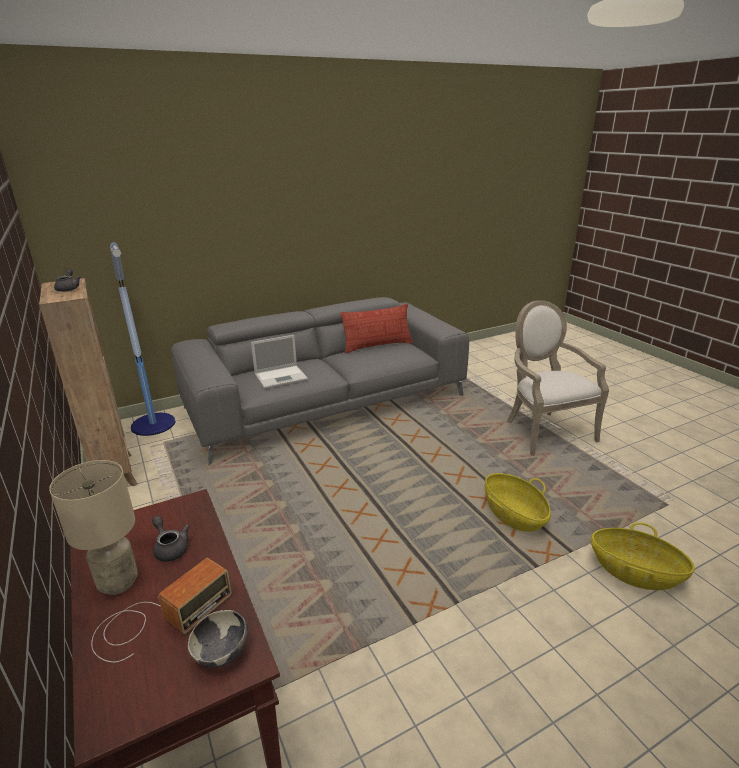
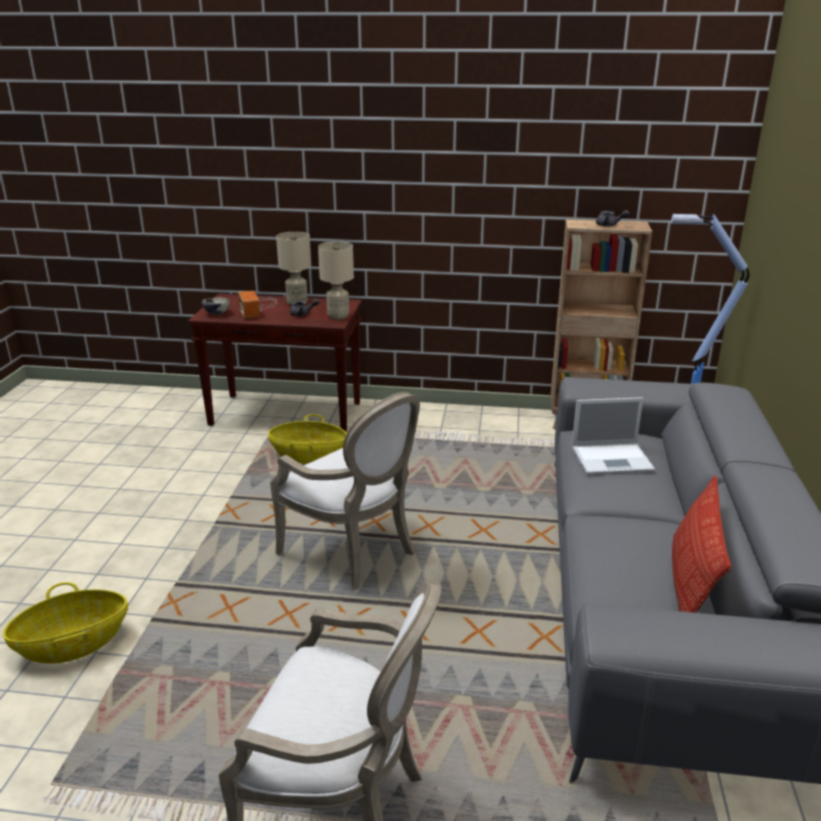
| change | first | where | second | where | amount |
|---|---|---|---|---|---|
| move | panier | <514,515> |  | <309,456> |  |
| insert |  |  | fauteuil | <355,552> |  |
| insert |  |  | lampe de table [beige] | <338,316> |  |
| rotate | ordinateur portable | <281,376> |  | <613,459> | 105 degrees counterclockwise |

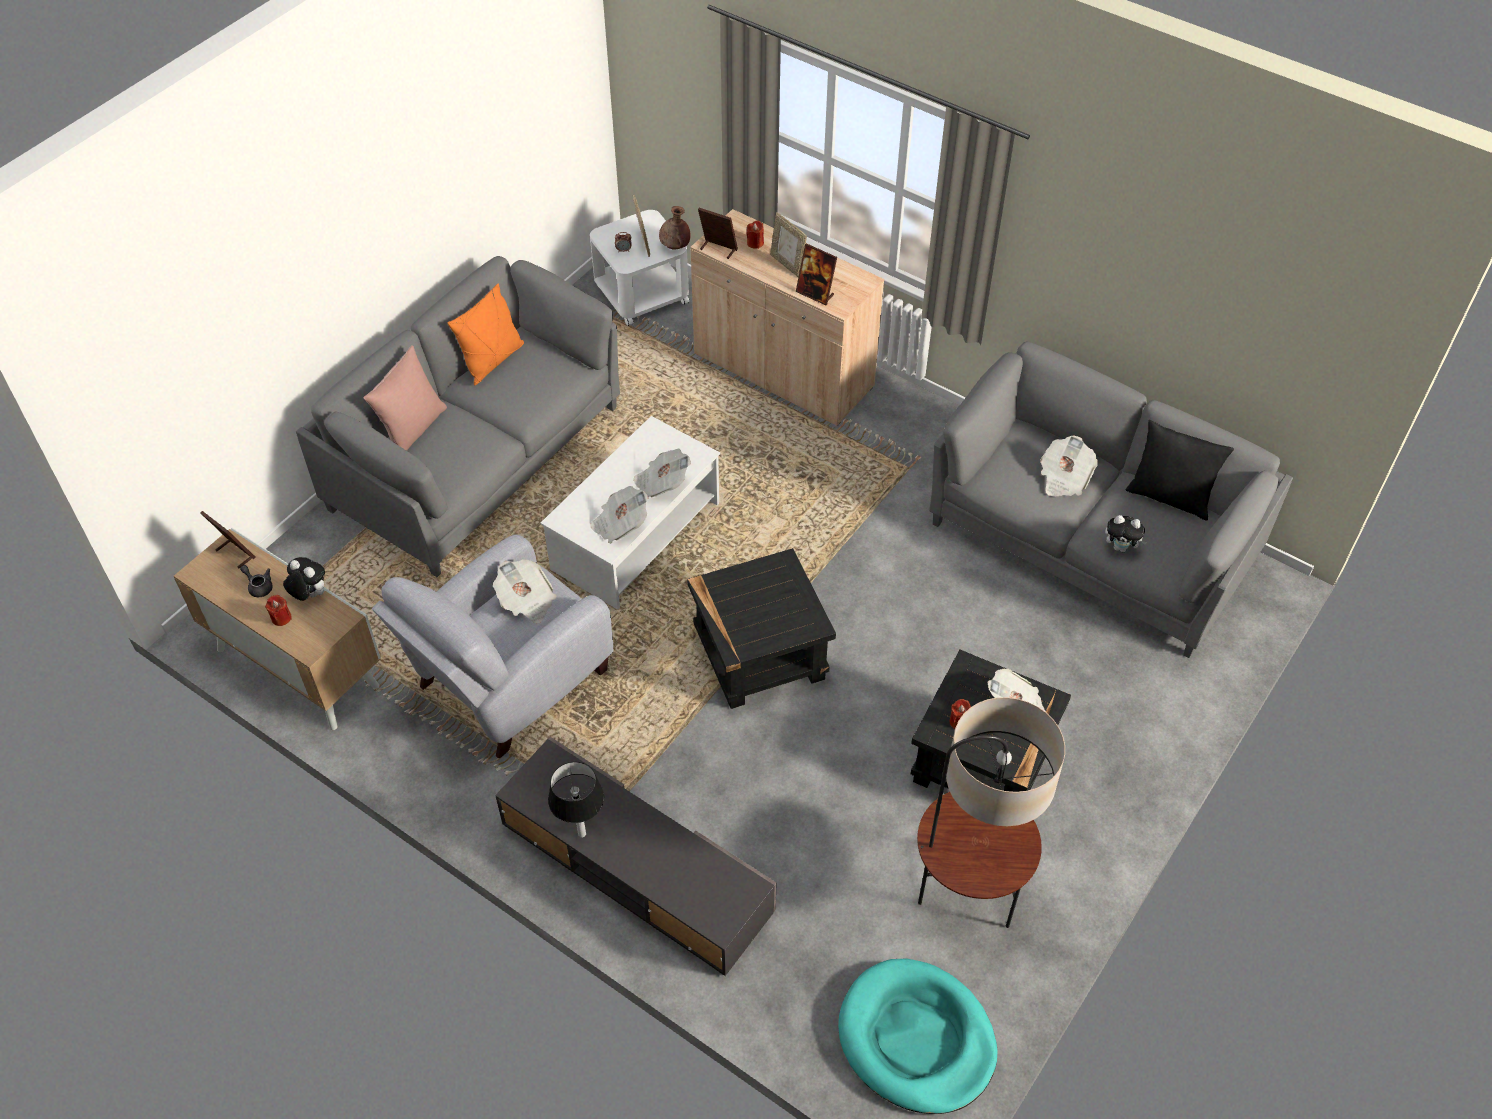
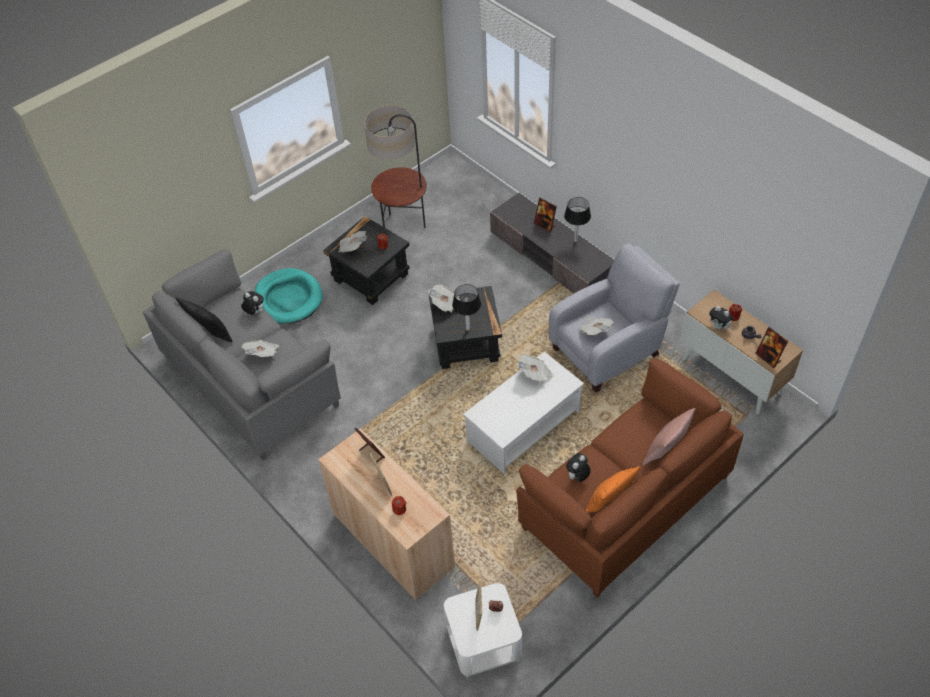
| change | first | where | second | where | amount |
|---|---|---|---|---|---|
| move | panier pour chien [turquoise] | <916,1039> |  | <288,298> |  |
| move | journal | <661,483> |  | <446,305> |  |
| insert |  |  | lampe de table | <468,328> |  |
| recolor | canapé [gris] | <477,459> | canapé [marron] | <624,501> |  |
| move | cadre photo | <718,249> |  | <544,225> |  |
| insert |  |  | peluche | <577,477> |  |
| delete | vase [marron] | <675,247> |  |  |  |

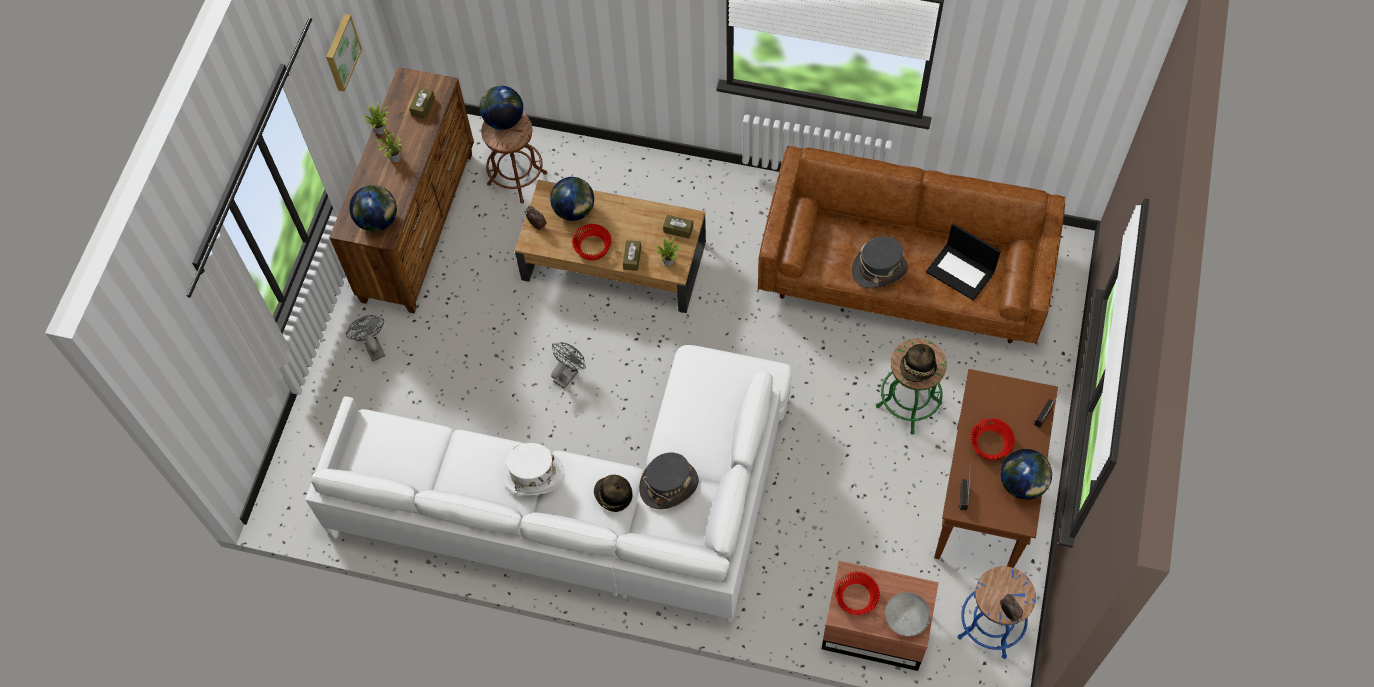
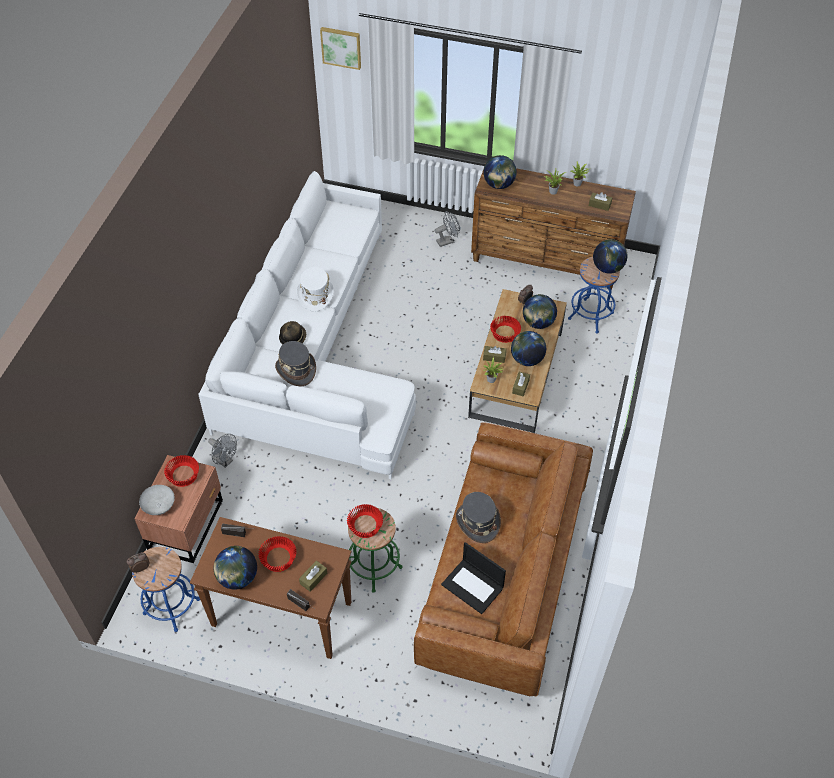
| change | first | where | second | where | amount |
|---|---|---|---|---|---|
| move | ventilateur [gris] | <568,374> |  | <225,461> |  |
| insert |  |  | boîte à mouchoirs [marron] | <313,578> |  |
| move | tableau | <341,52> |  | <341,47> |  |
| replace | chapeau | <917,369> | bol [rouge] | <365,526> |  |
| rotate | ordinateur portable | <961,272> |  | <473,586> | 90 degrees counterclockwise |
| insert |  |  | globe | <527,359> |  |
| recolor | tabouret [marron] | <517,178> | tabouret [bleu] | <591,315> |  |

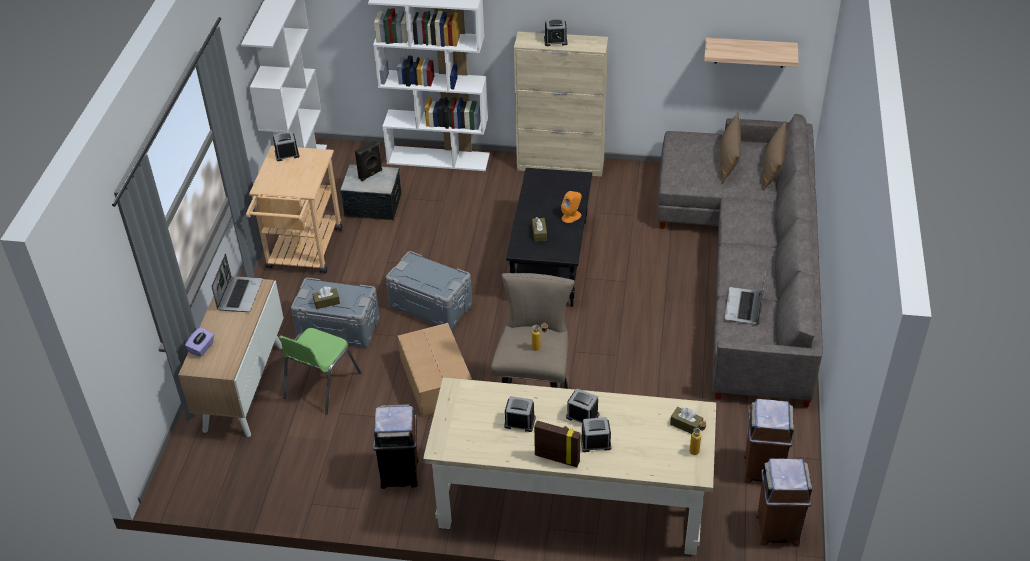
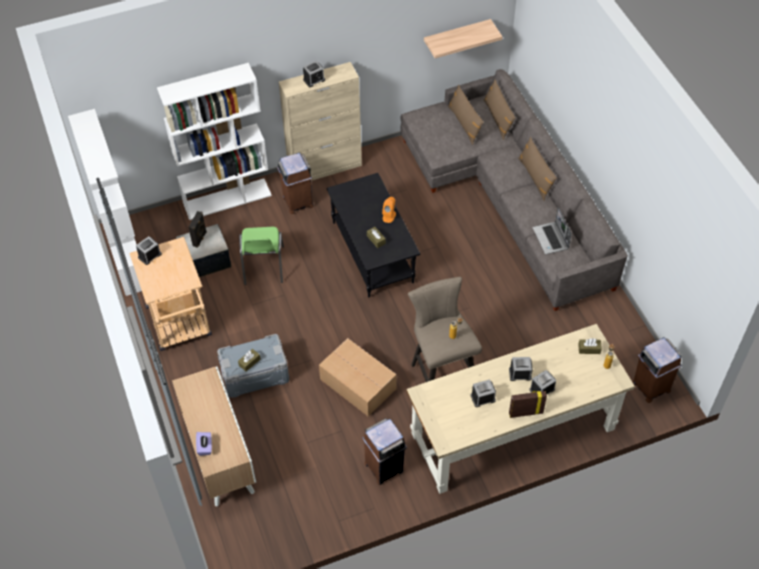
| change | first | where | second | where | amount |
|---|---|---|---|---|---|
| move | chaise [vert] | <320,386> |  | <263,266> |  |
| move | poubelle [marron] | <763,469> |  | <297,201> |  |
| insert |  |  | coussin [marron] | <535,177> |  |
| delete | ordinateur portable | <239,294> |  |  |  |
| delete | boîte de rangement [gris] | <431,305> |  |  |  |

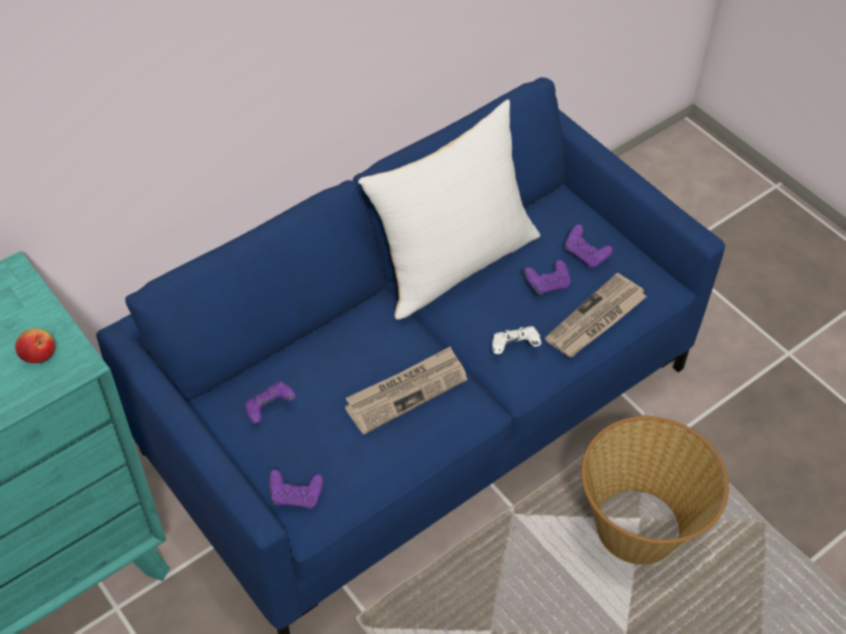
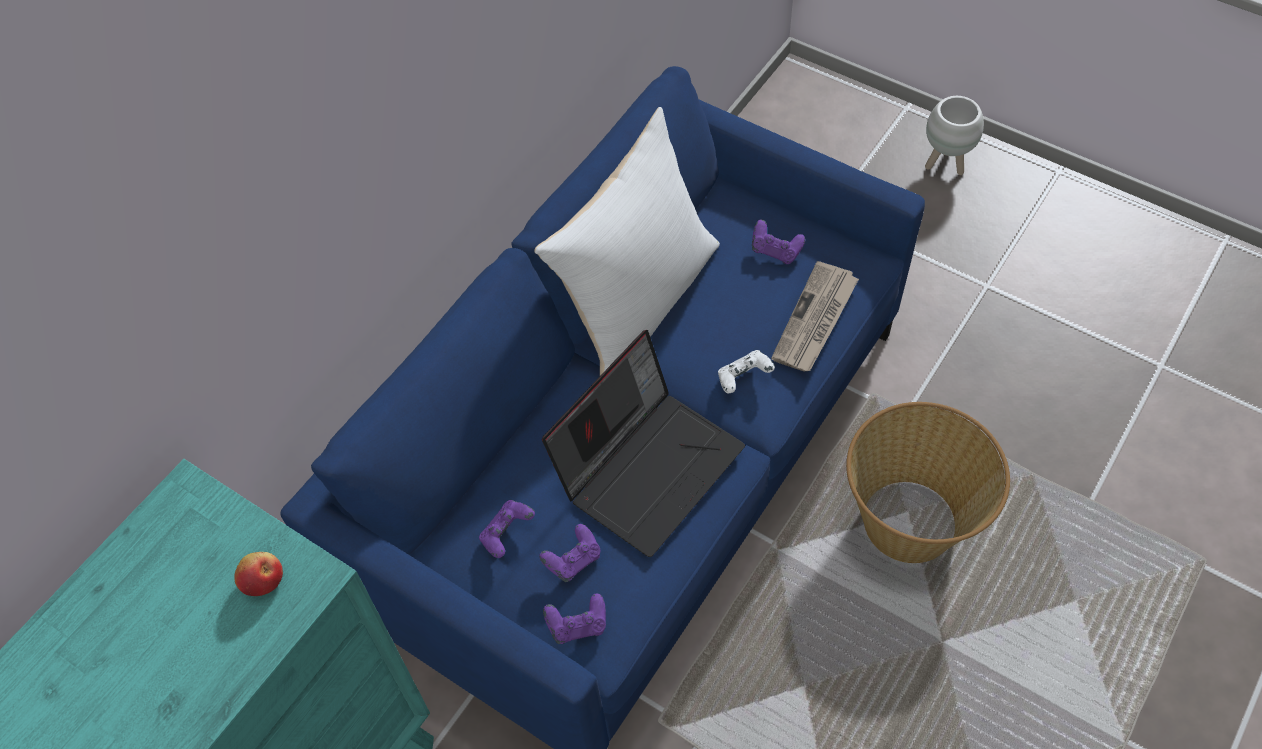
| change | first | where | second | where | amount |
|---|---|---|---|---|---|
| move | manette [violet] | <547,285> |  | <573,560> |  |
| replace | journal | <406,391> | ordinateur portable | <648,465> |  |
| insert |  |  | cache-pot [blanc] | <945,164> |  |

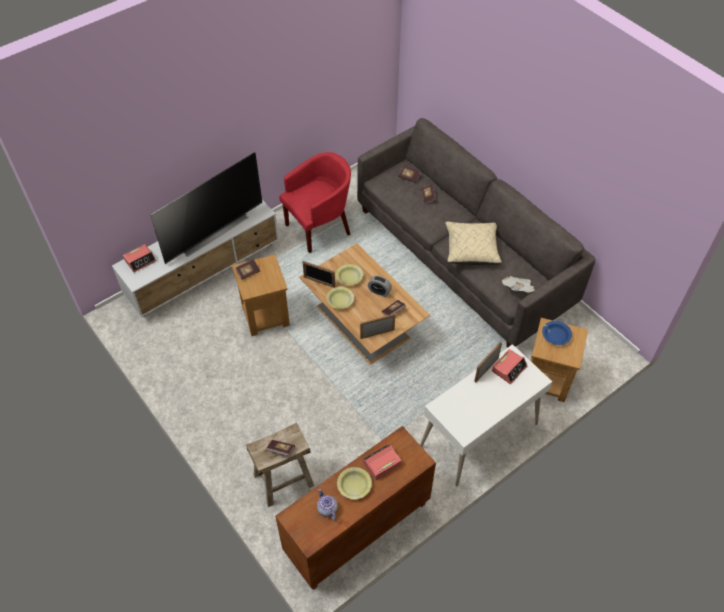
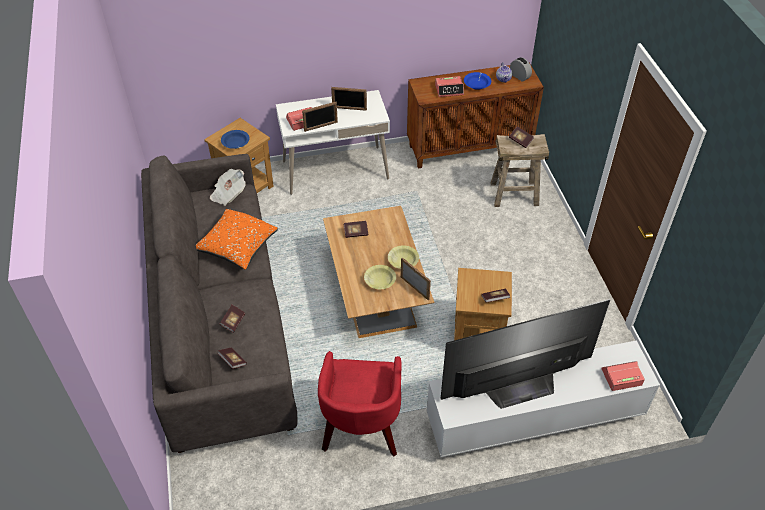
| change | first | where | second | where | amount |
|---|---|---|---|---|---|
| recolor | coussin [beige] | <471,249> | coussin [orange] | <237,247> |  |
| rotate | fauteuil [rouge] | <319,227> |  | <361,428> | 75 degrees counterclockwise |
| move | cadre photo | <377,333> |  | <349,108> |  |
| recolor | bol [jaune] | <354,485> | bol [bleu] | <477,84> |  |
| move | réveil | <379,291> |  | <519,76> |  |

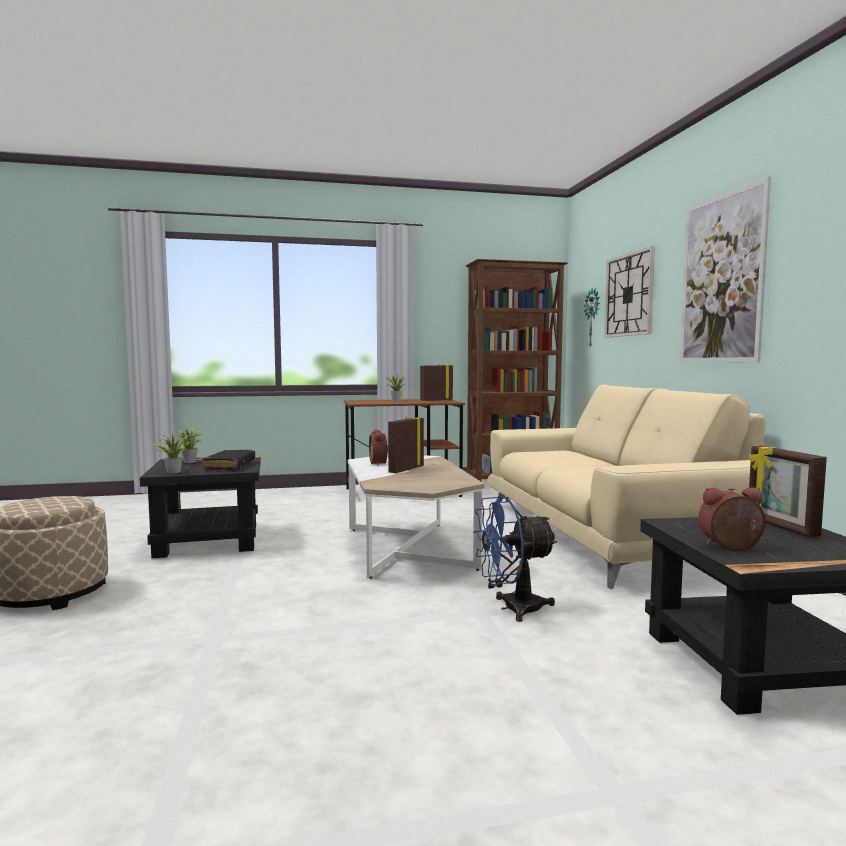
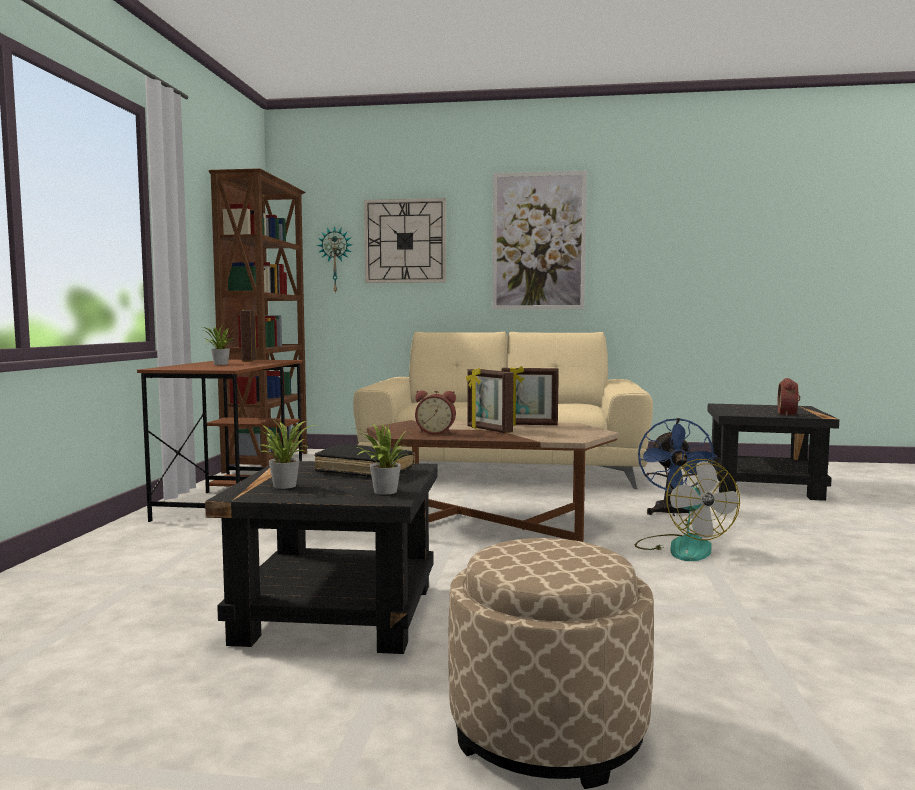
| change | first | where | second | where | amount |
|---|---|---|---|---|---|
| recolor | table basse [blanc] | <409,548> | table basse [marron] | <489,522> |  |
| move | cadre photo | <780,527> |  | <529,425> |  |
| insert |  |  | ventilateur | <682,547> |  |

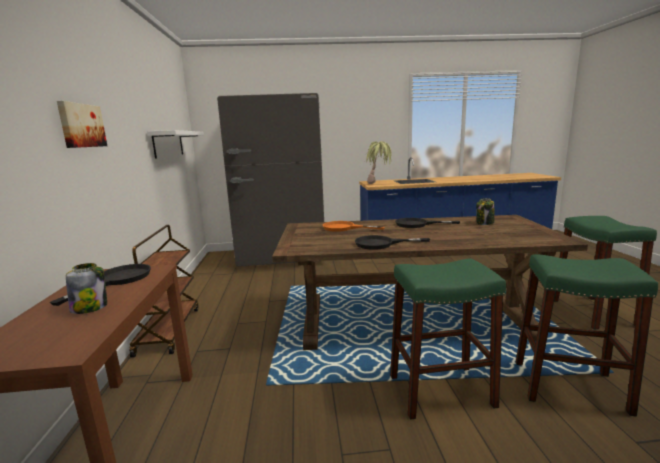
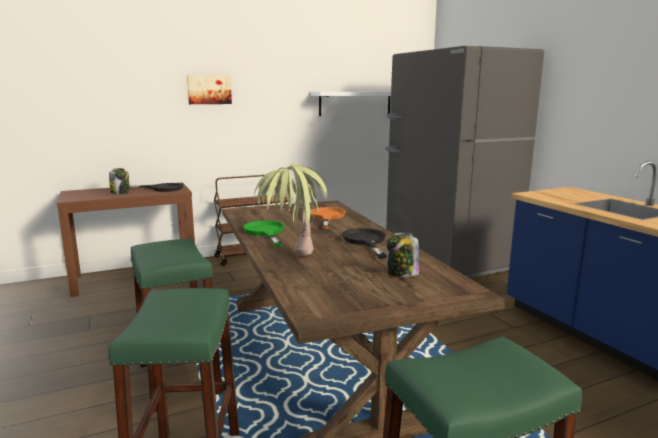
| change | first | where | second | where | amount |
|---|---|---|---|---|---|
| recolor | poêle [noir] | <381,244> | poêle [vert] | <265,232> |  |
| move | plante en pot | <378,184> |  | <292,262> |  |

